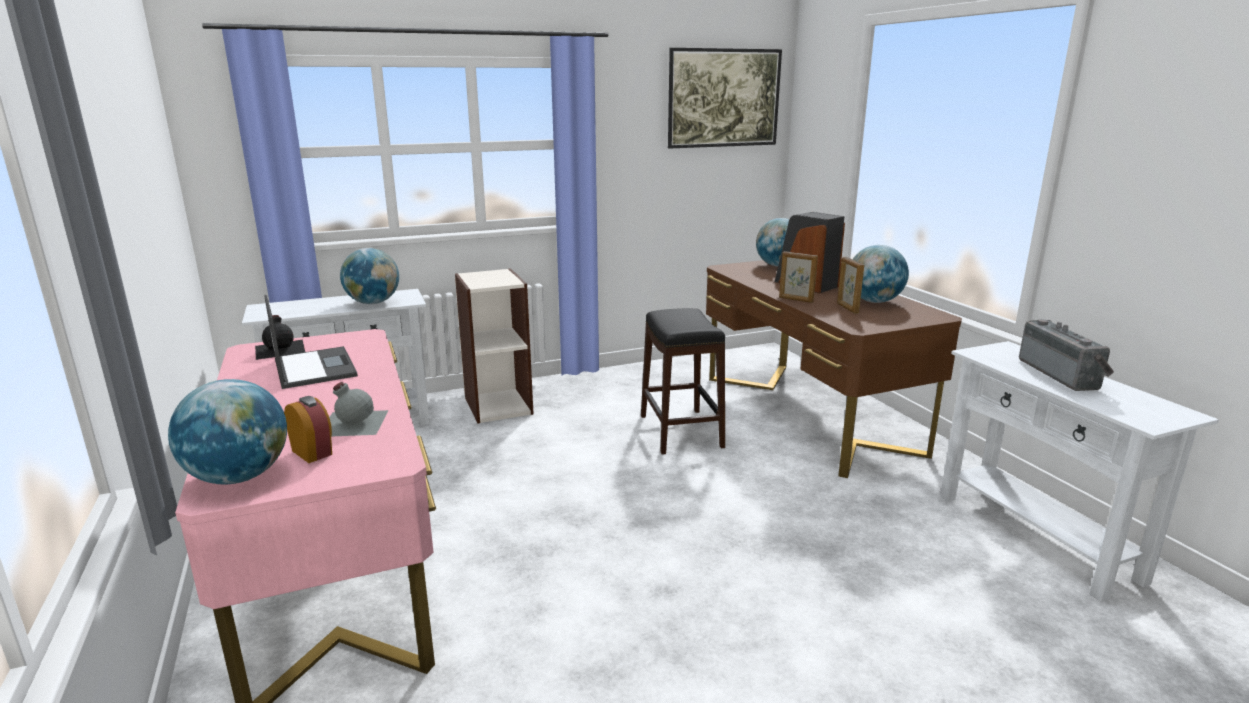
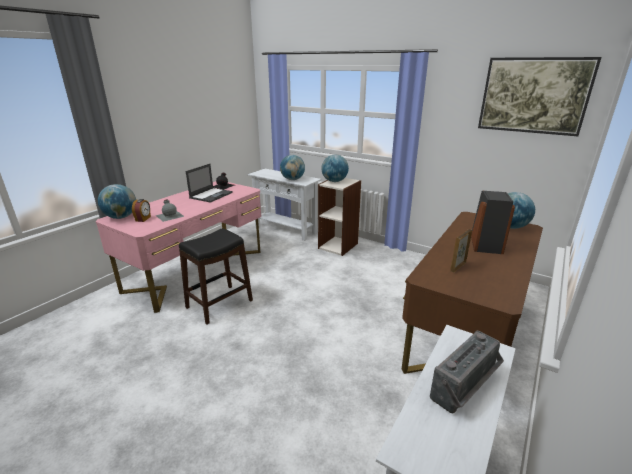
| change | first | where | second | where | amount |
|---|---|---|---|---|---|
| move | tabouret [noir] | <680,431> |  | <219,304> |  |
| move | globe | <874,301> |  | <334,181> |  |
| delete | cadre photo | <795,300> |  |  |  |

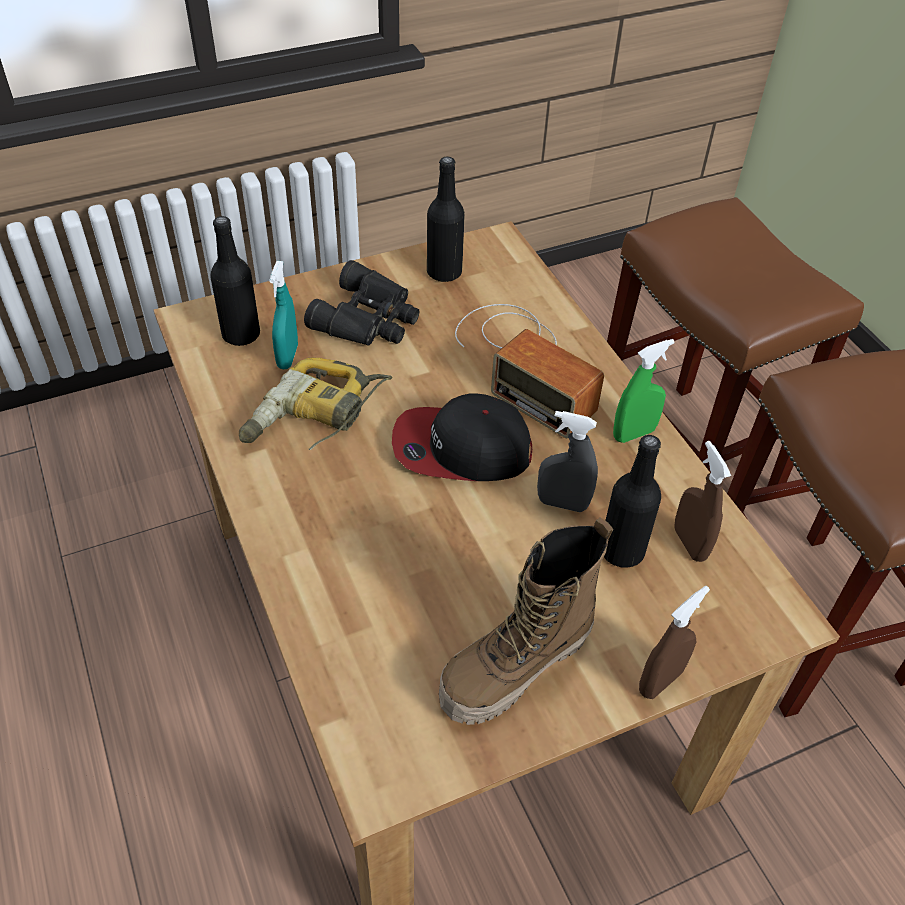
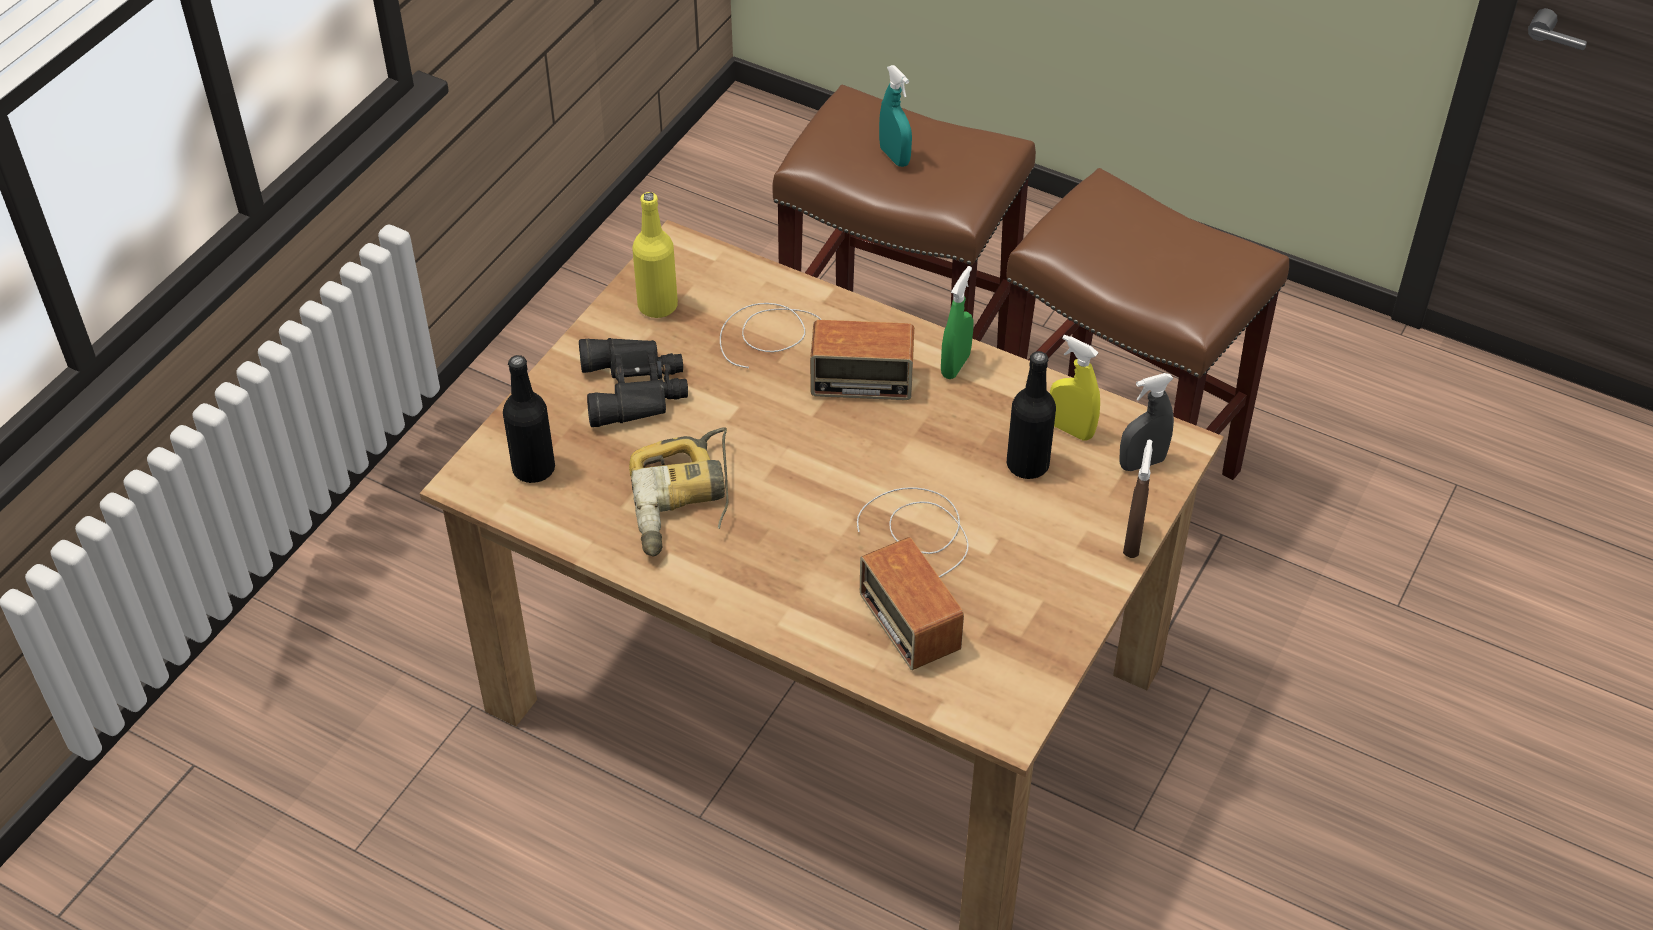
| change | first | where | second | where | amount |
|---|---|---|---|---|---|
| recolor | bouteille [noir] | <444,272> | bouteille [jaune] | <657,306> |  |
| insert |  |  | radio | <916,569> |  |
| move | vaporisateur [turquoise] | <287,356> |  | <894,156> |  |
| recolor | vaporisateur [marron] | <689,543> | vaporisateur [jaune] | <1071,430> |  |
| move | vaporisateur [gris] | <562,503> |  | <1142,463> |  |
| delete | casquette | <461,448> |  |  |  |
| delete | botte | <516,668> |  |  |  |

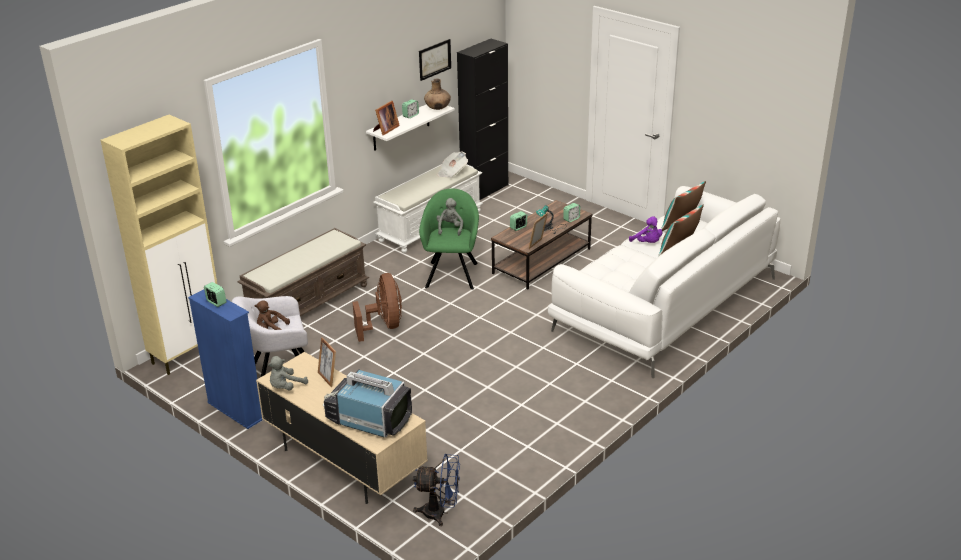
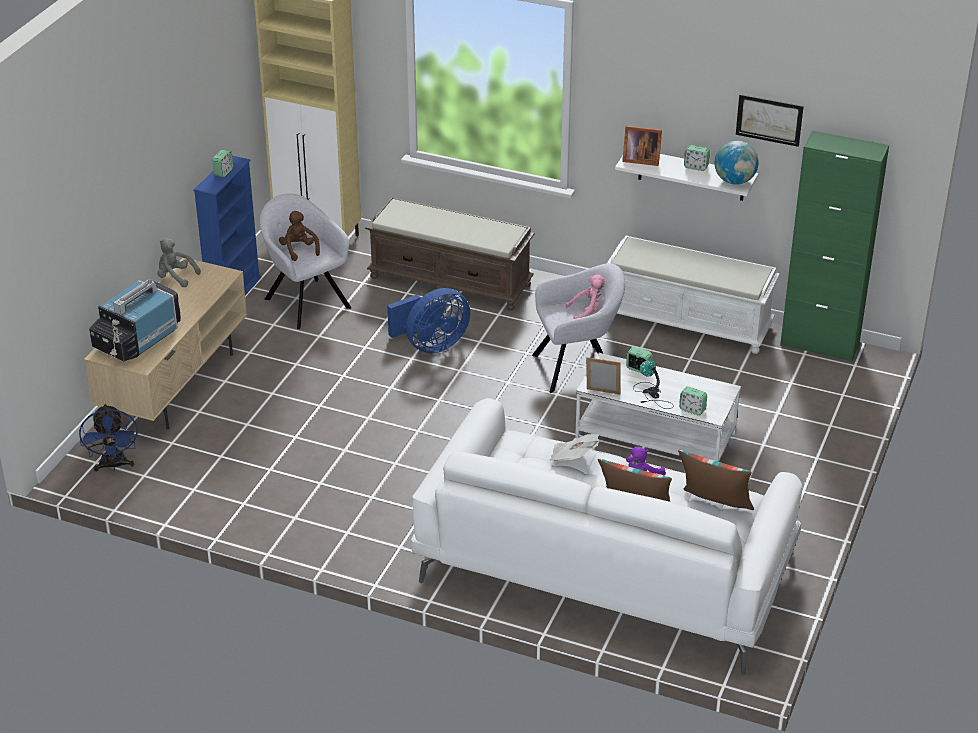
| change | first | where | second | where | amount |
|---|---|---|---|---|---|
| rotate | téléviseur | <369,420> |  | <137,340> | 150 degrees counterclockwise |
| recolor | ventilateur [marron] | <384,326> | ventilateur [bleu] | <431,345> |  |
| recolor | fauteuil [vert] | <452,273> | fauteuil [gris] | <578,367> |  |
| move | journal | <452,172> |  | <573,458> |  |
| recolor | peluche [gris] | <450,228> | peluche [rose] | <589,312> |  |
| recolor | table basse [marron] | <542,261> | table basse [blanc] | <654,435> |  |
| replace | vase [marron] | <438,108> | globe | <734,181> |  |
| recolor | meuble de rangement [noir] | <484,190> | meuble de rangement [vert] | <819,344> |  |
| delete | cadre photo | <328,378> |  |  |  |

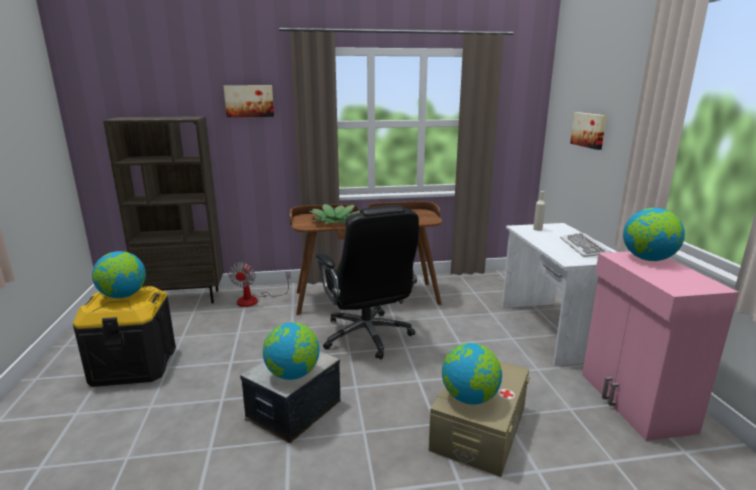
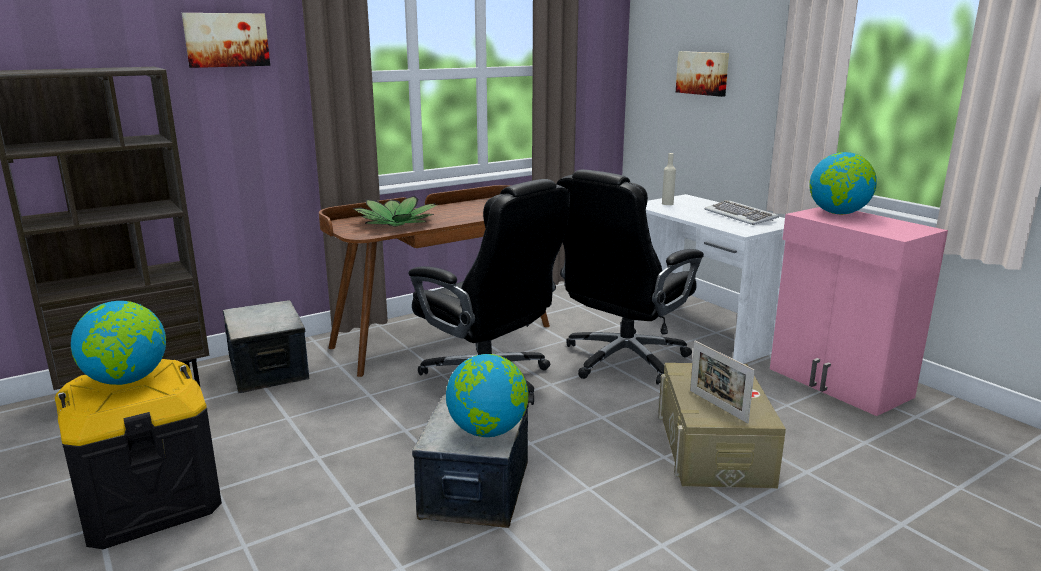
| change | first | where | second | where | amount |
|---|---|---|---|---|---|
| replace | ventilateur | <255,300> | boîte de rangement | <269,370> |  |
| insert |  |  | chaise de bureau [noir] | <623,360> |  |
| replace | globe | <469,398> | cadre photo | <718,406> |  |

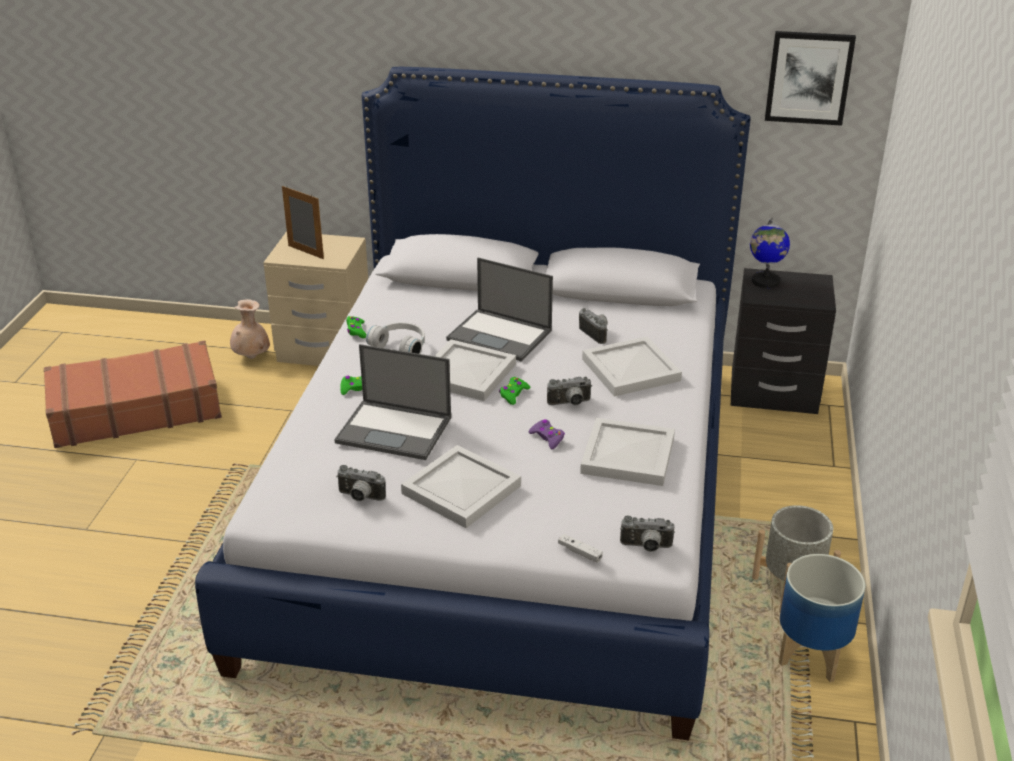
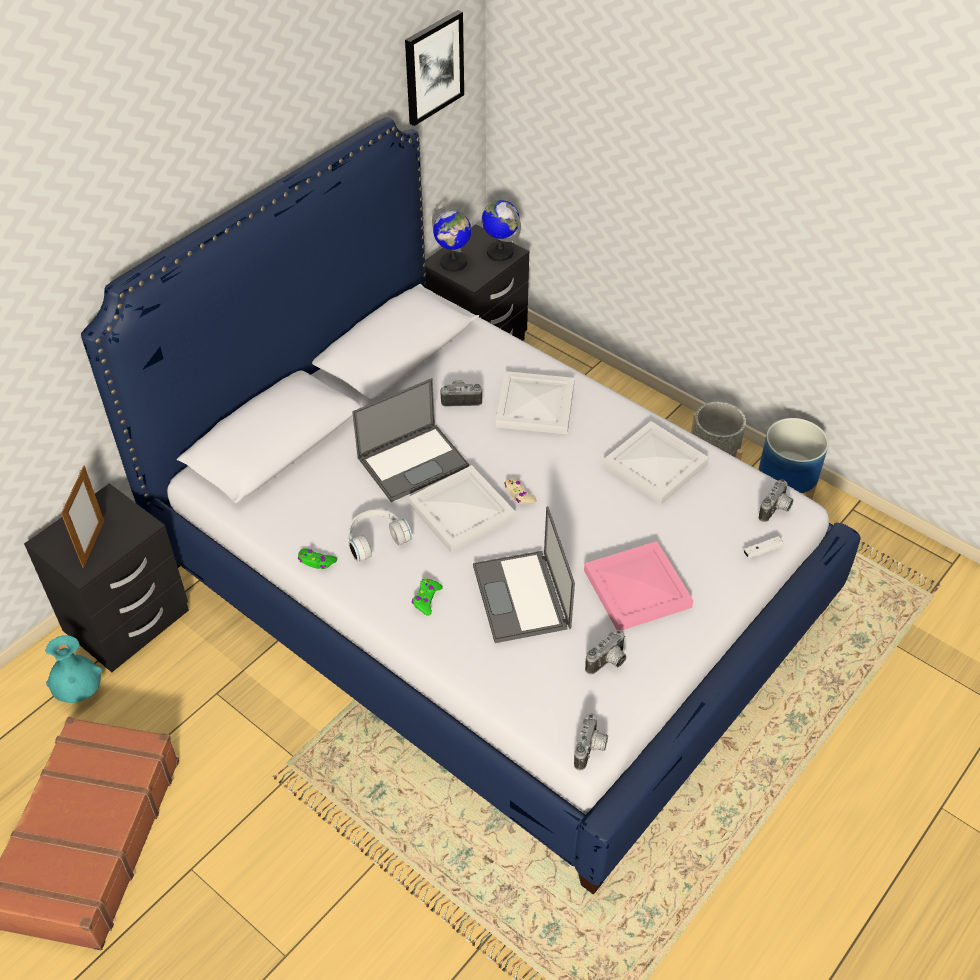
| change | first | where | second | where | amount |
|---|---|---|---|---|---|
| recolor | table de chevet [beige] | <325,349> | table de chevet [noir] | <127,621> |  |
| recolor | vase [beige] | <252,357> | vase [turquoise] | <80,692> |  |
| rotate | cadre photo | <305,252> |  | <93,544> | 120 degrees clockwise |
| rotate | ordinateur portable | <395,430> |  | <522,598> | 120 degrees clockwise |
| insert |  |  | globe | <500,253> |  |
| recolor | manette [vert] | <513,394> | manette [beige] | <519,495> |  |
| move | appareil photo | <570,404> |  | <591,750> |  |
| recolor | plateau [blanc] | <463,489> | plateau [rose] | <637,587> |  |
| delete | manette [violet] | <547,438> |  |  |  |

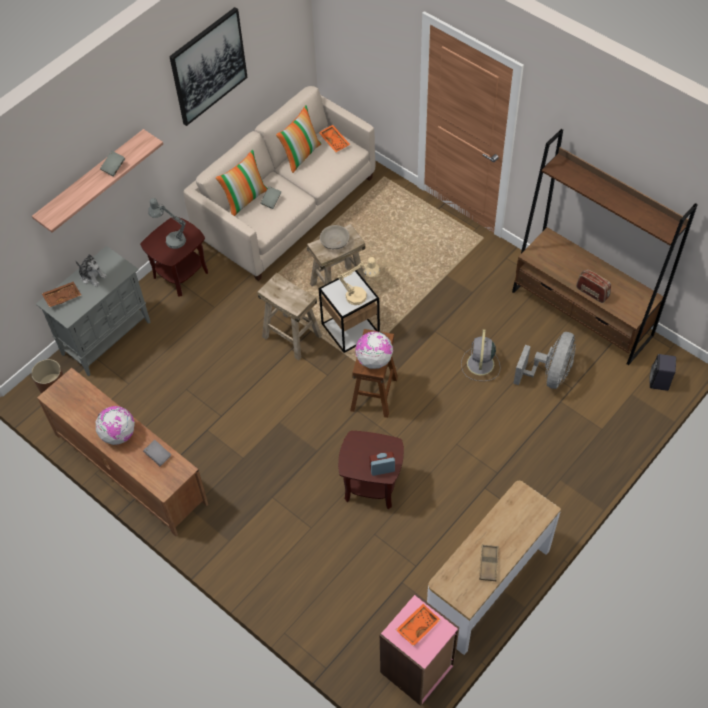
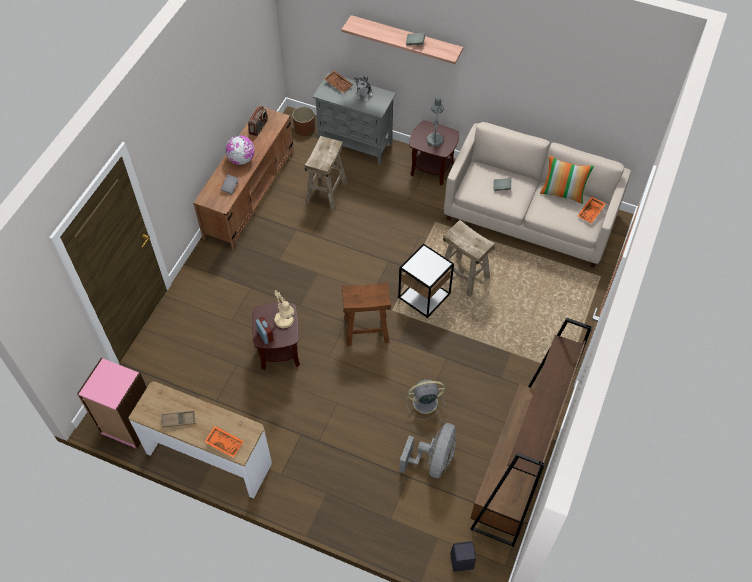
| change | first | where | second | where | amount |
|---|---|---|---|---|---|
| move | plateau [orange] | <417,626> |  | <225,443> |  |
| move | radio | <592,292> |  | <258,127> |  |
| move | lampe de table [beige] | <361,296> |  | <285,323> |  |
| move | tabouret [beige] | <291,336> |  | <326,192> |  |
| rotate | ventilateur [gris] | <549,375> |  | <433,461> | 75 degrees counterclockwise |
| delete | tableau | <208,66> |  |  |  |
| delete | coussin | <245,199> |  |  |  |
| delete | bol [gris] | <335,242> |  |  |  |
| delete | globe | <374,360> |  |  |  |

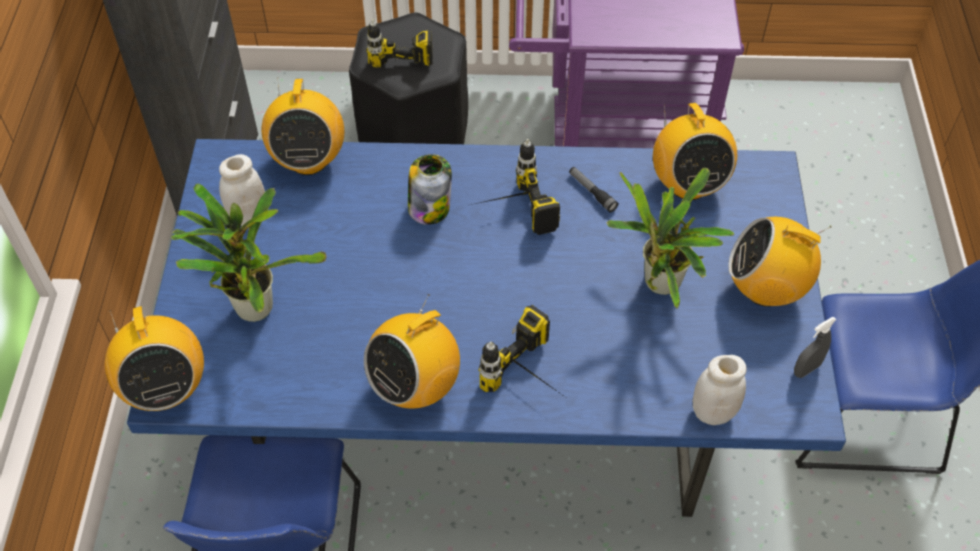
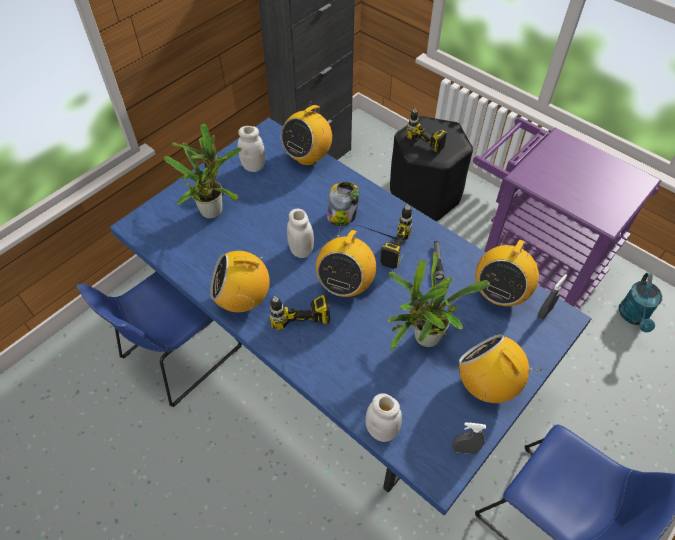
| change | first | where | second | where | amount |
|---|---|---|---|---|---|
| insert |  |  | bocal [blanc] | <301,250> |  |
| move | radio | <166,389> |  | <345,285> |  |
| insert |  |  | vaporisateur [gris] | <544,312> |  |
| insert |  |  | arrosoir [turquoise] | <633,317> |  |

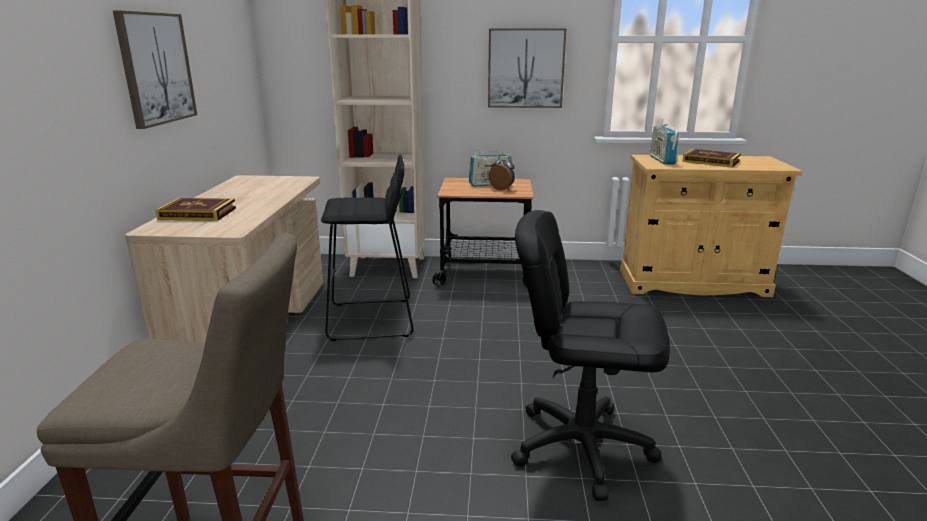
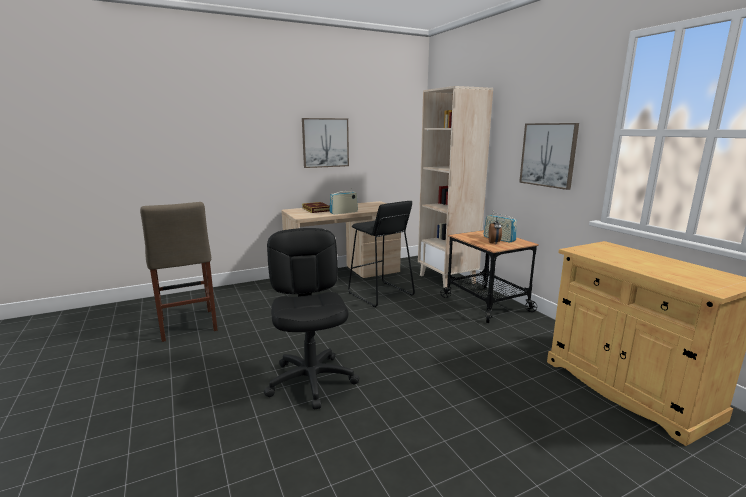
| change | first | where | second | where | amount |
|---|---|---|---|---|---|
| move | radio | <662,160> |  | <343,212> |  |
| delete | livre | <710,161> |  |  |  |

